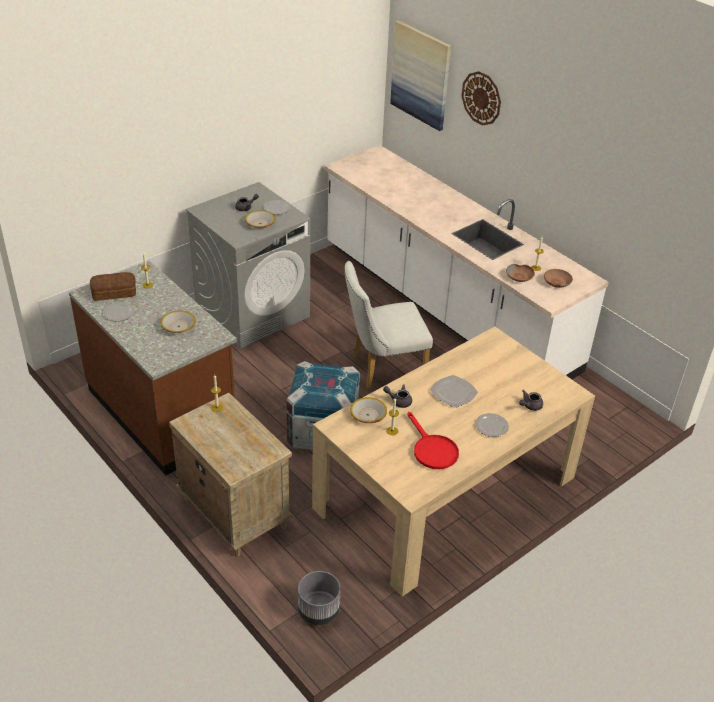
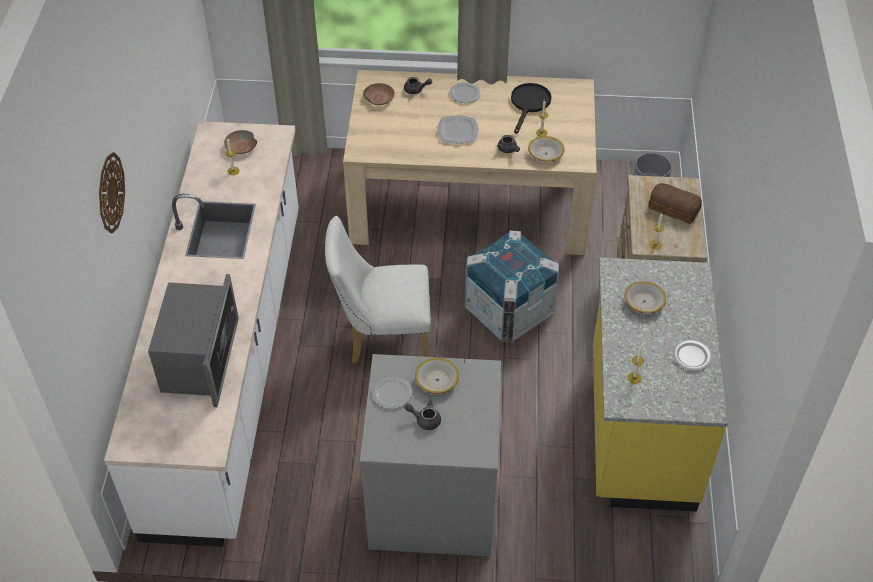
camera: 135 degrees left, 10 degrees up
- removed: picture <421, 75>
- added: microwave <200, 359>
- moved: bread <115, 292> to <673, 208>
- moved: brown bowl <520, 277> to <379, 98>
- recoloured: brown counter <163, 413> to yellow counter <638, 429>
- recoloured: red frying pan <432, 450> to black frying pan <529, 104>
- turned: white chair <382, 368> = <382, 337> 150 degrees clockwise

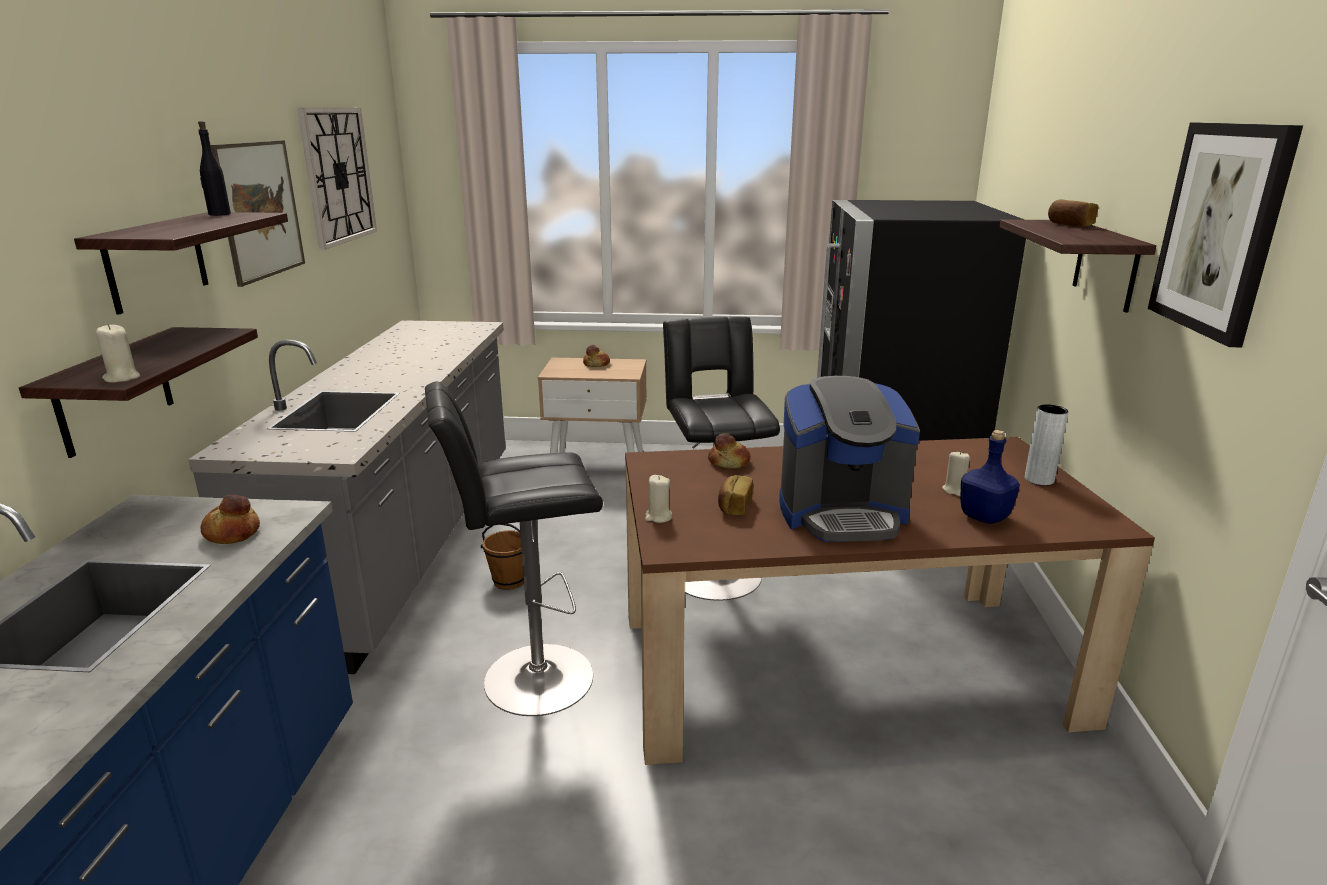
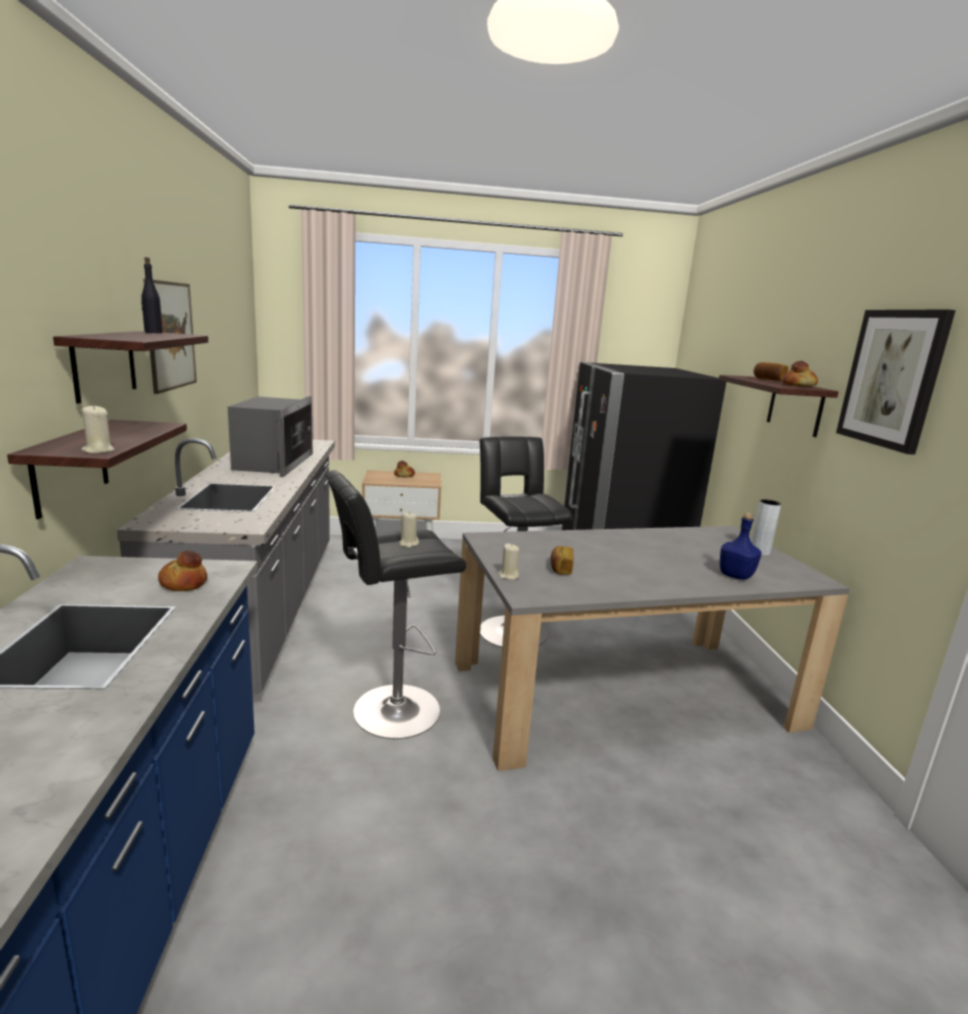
camera: 10 degrees left, 5 degrees down
- removed: wall clock <338, 175>
- removed: brown bucket <509, 582>
- removed: coffee machine <842, 514>
- added: microwave <273, 462>
- moved: bread <729, 463> to <798, 385>
- moved: beige candle <955, 490> to <408, 544>
- recoloured: brown dining table <842, 666> to grey dining table <623, 693>

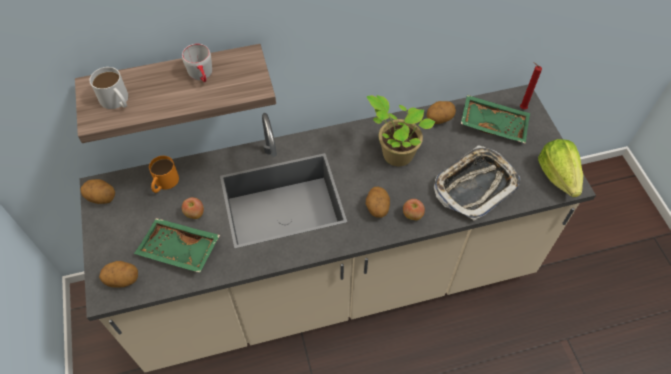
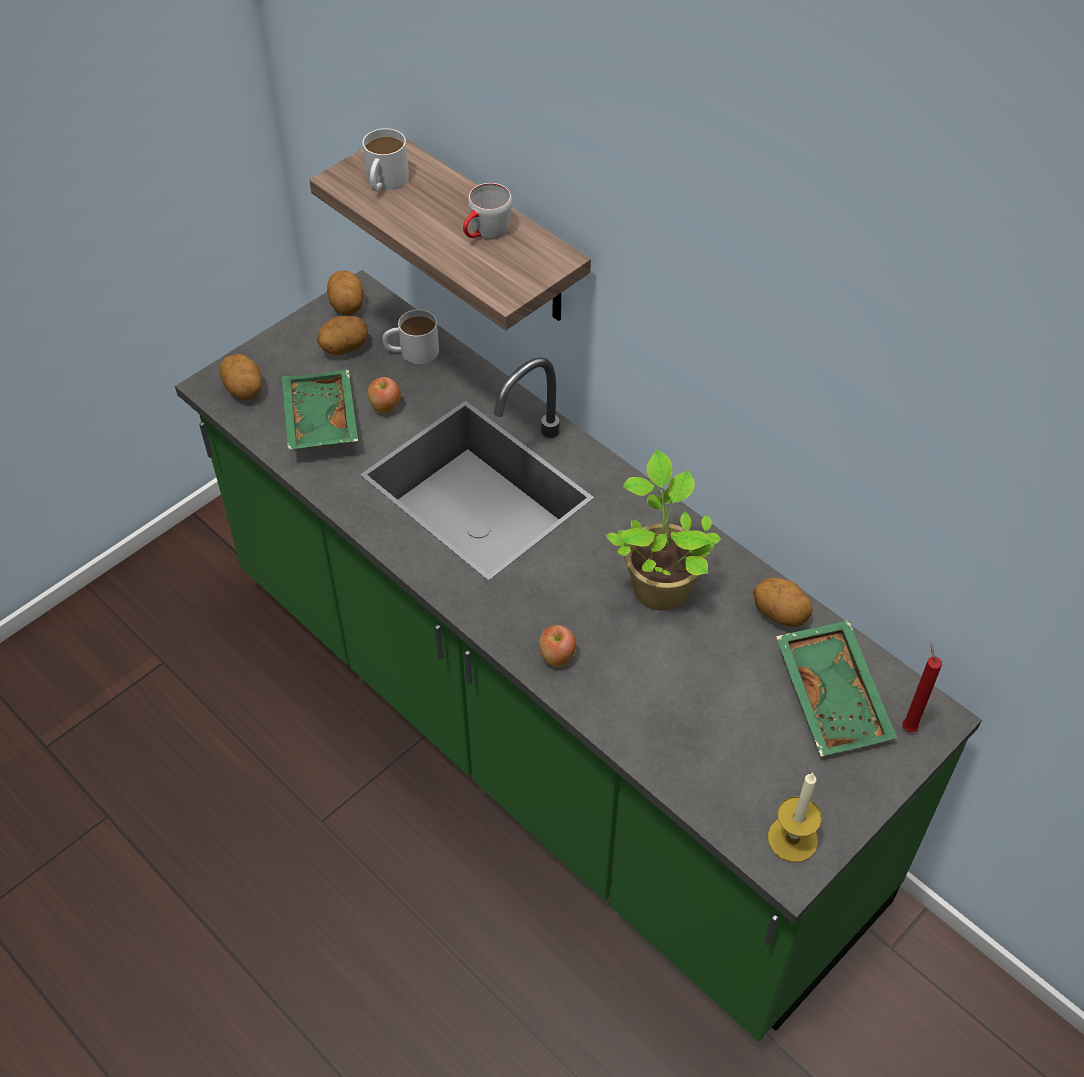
camera: 60 degrees right, 5 degrees down
- removed: tray <475, 185>
- moved: potato <377, 208> to <344, 348>
- replaced: lettuce <557, 176> to candle <792, 839>
- recoloured: beige counter <335, 280> to green counter <542, 737>
- recoloured: orange mug <164, 183> to white mug <411, 351>

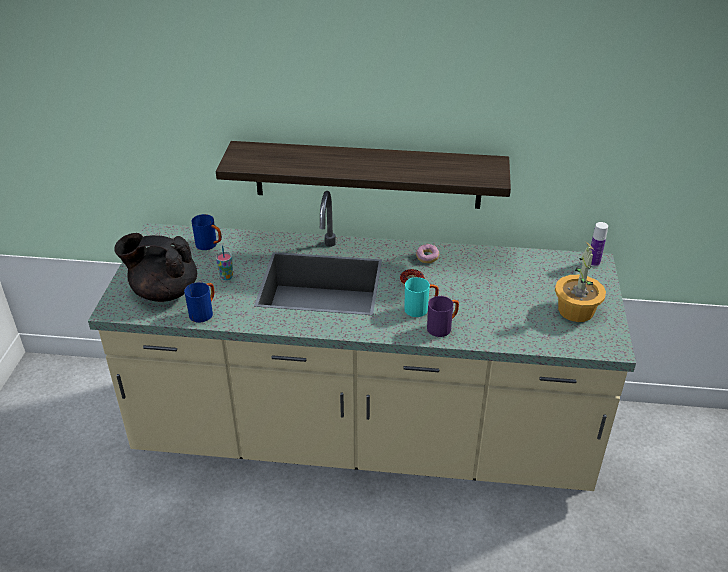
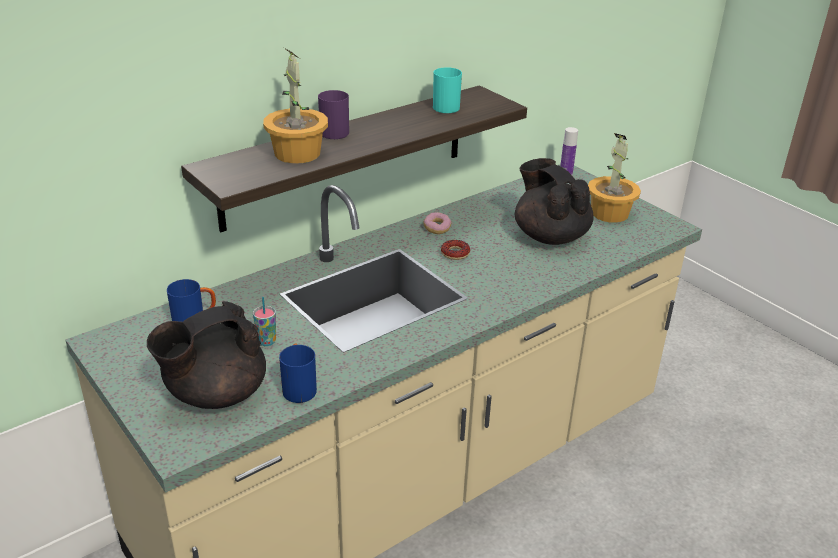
camera: 45 degrees left, 5 degrees down
- added: potted plant <296, 153>
- added: black teapot <550, 236>
- moved: turquoise mug <420, 309> to <449, 106>
- moved: purple mug <443, 327> to <336, 131>

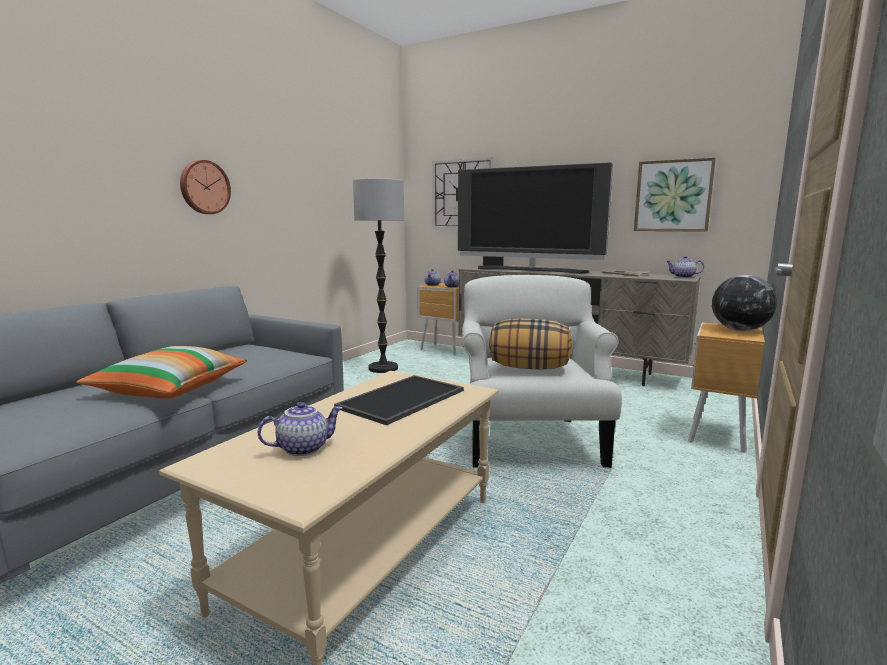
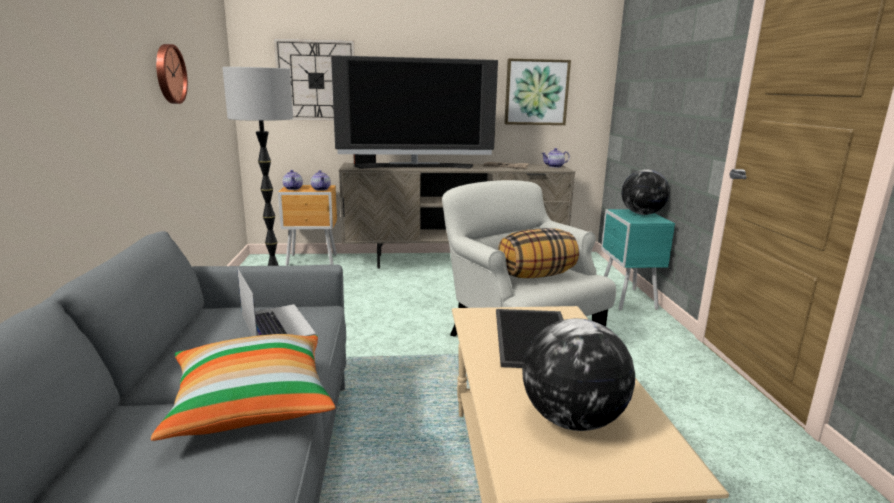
camera: 35 degrees left, 5 degrees up
- added: laptop <277, 324>
- moved: wall clock <204, 187> to <169, 74>
- replaced: teapot <303, 448> to globe <571, 420>
- recoloured: brown nightstand <716, 435> to turquoise nightstand <627, 300>

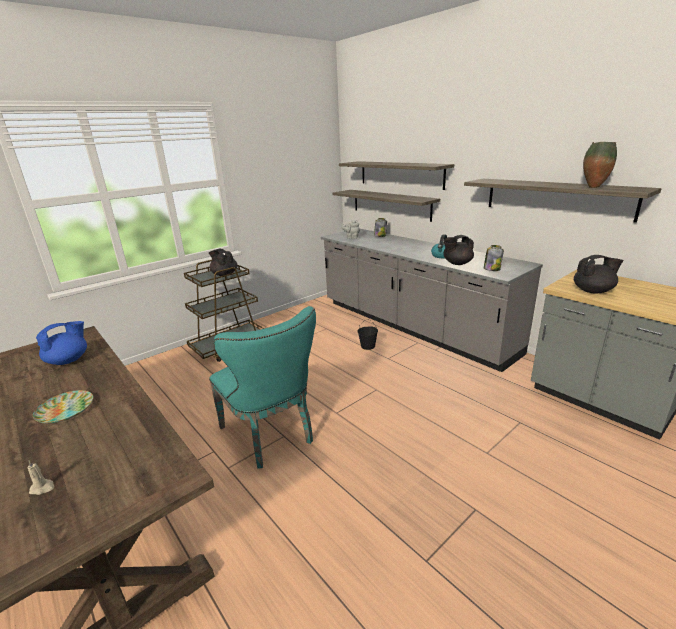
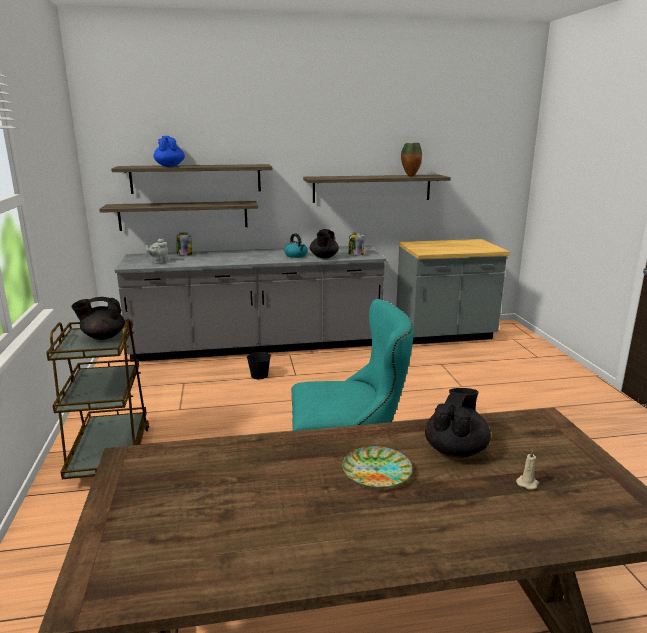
camera: 60 degrees left, 5 degrees down
- moved: blue teapot <69, 360> to <169, 166>
- moved: black teapot <593, 291> to <455, 449>

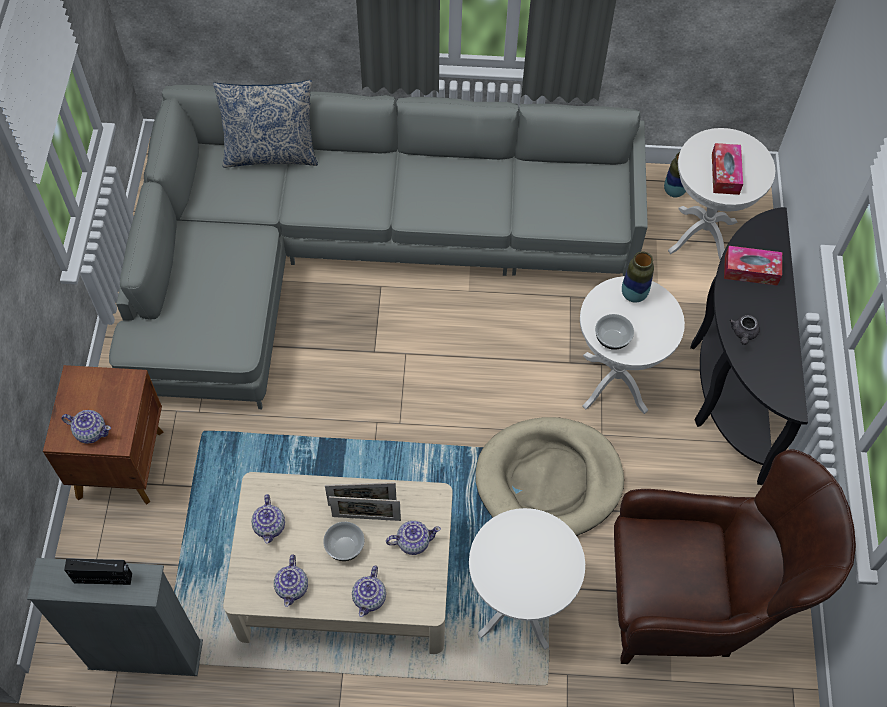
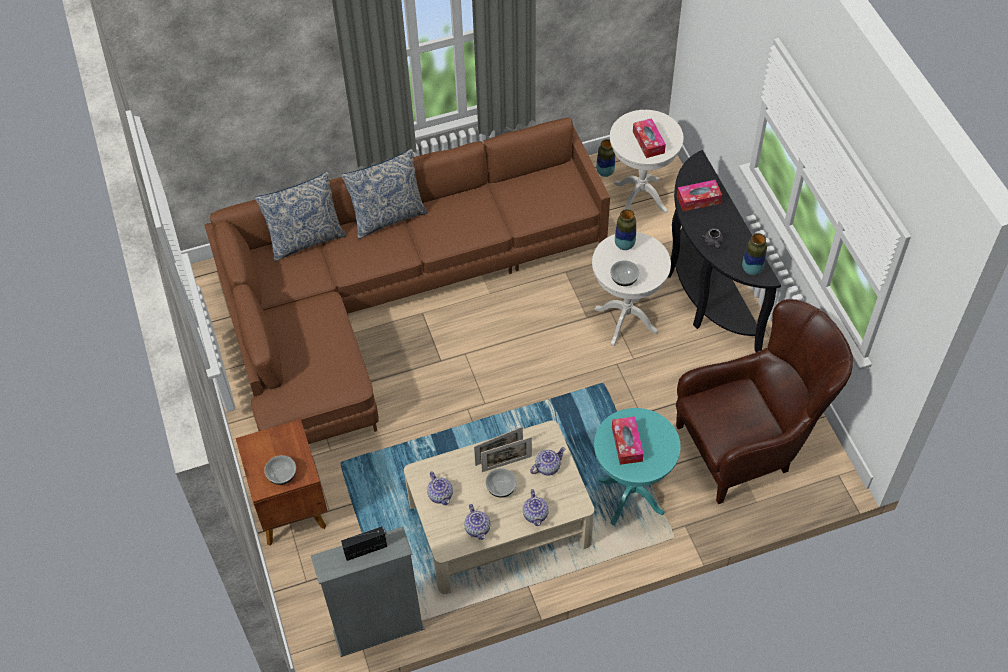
camera: 20 degrees left, 5 degrees down
- removed: beige dog bed <548, 481>
- added: pillow <388, 217>
- added: tissue box <627, 444>
- added: vase <752, 269>
- replaced: teapot <90, 431> to bowl <282, 475>
- recoloured: grey sofa <353, 251> to brown sofa <388, 295>
- recoloured: white side table <517, 609> to turquoise side table <630, 496>

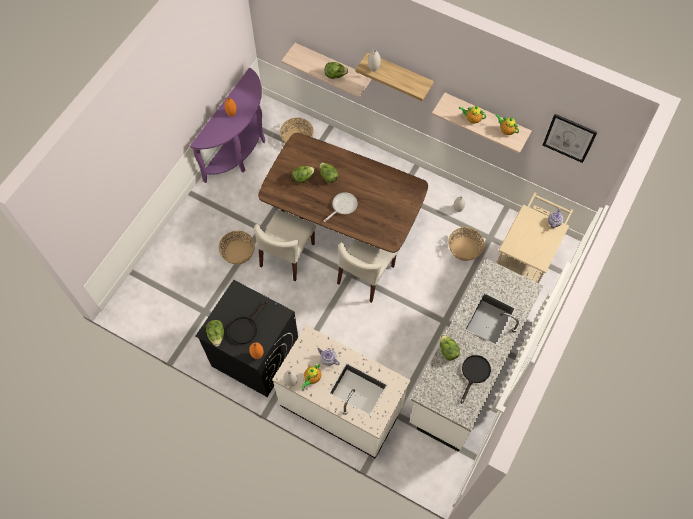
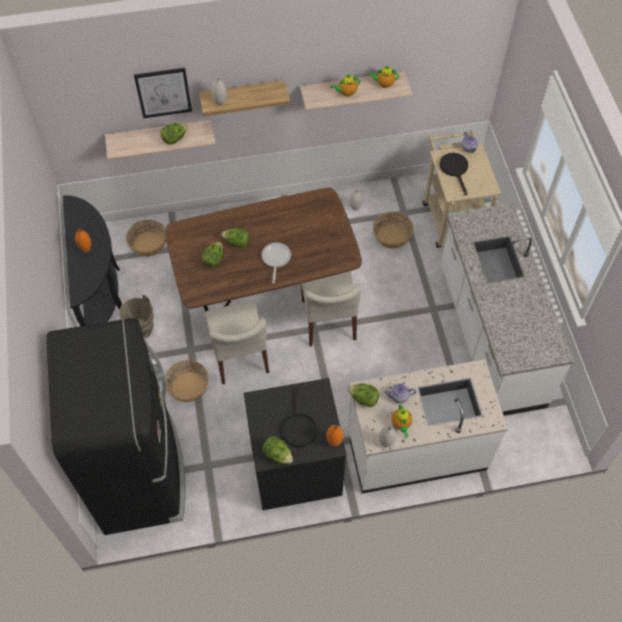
camera: 40 degrees left, 5 degrees down
- added: black fridge <140, 472>
- added: brown bucket <141, 329>
- moved: lettuce <448, 351> to <363, 399>
- moved: black frying pan <474, 374> to <455, 169>
- moved: picture <569, 138> to <163, 92>
- recoloured: purple console table <241, 150> to black console table <102, 292>

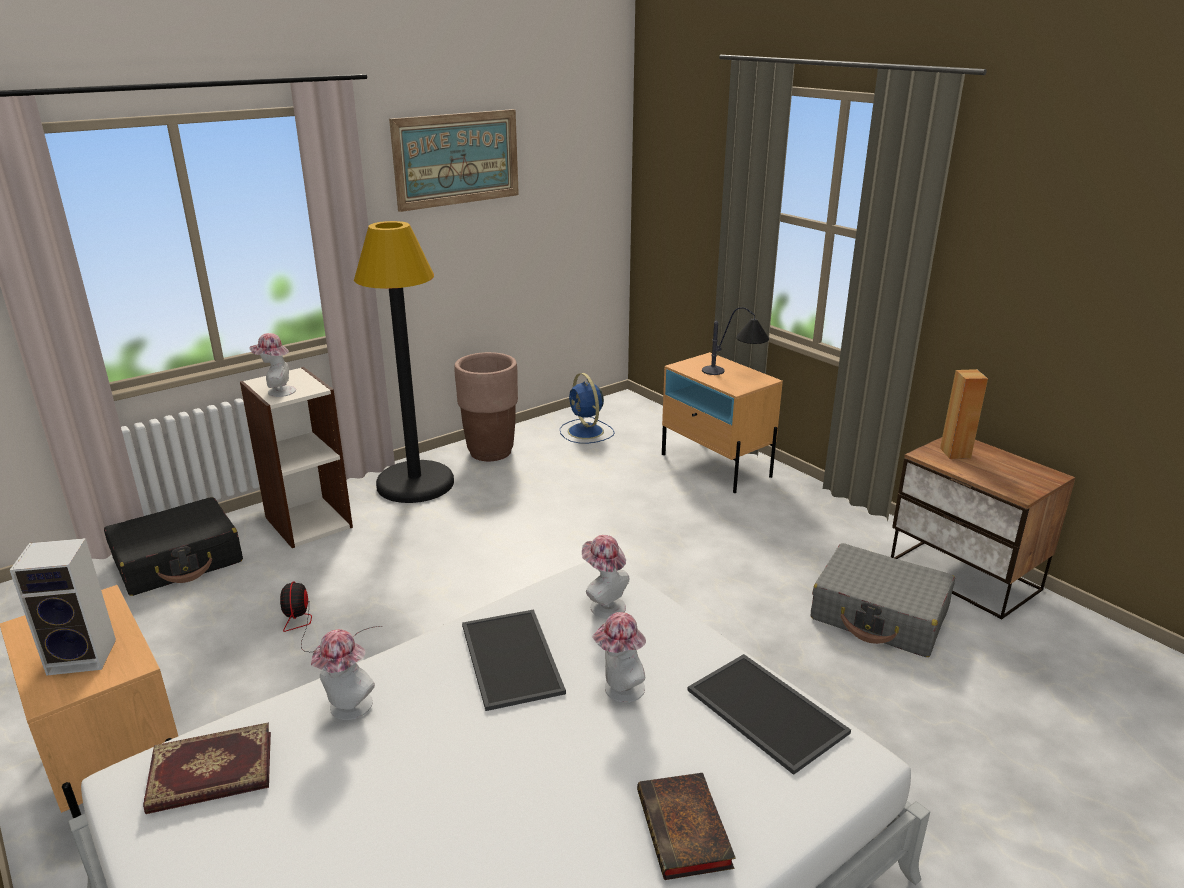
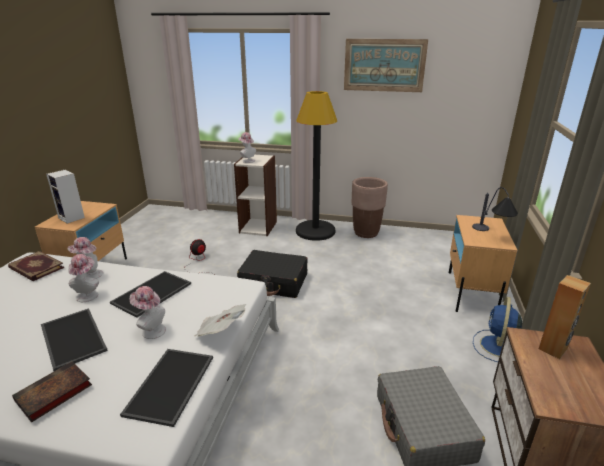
camera: 50 degrees right, 0 degrees up
- added: tray <71, 338>
- added: newspaper <221, 331>
- moved: black suitcase <179, 560> to <274, 282>
- moved: blue fan <586, 432> to <497, 347>
- moved: hat <604, 605> to <88, 294>

